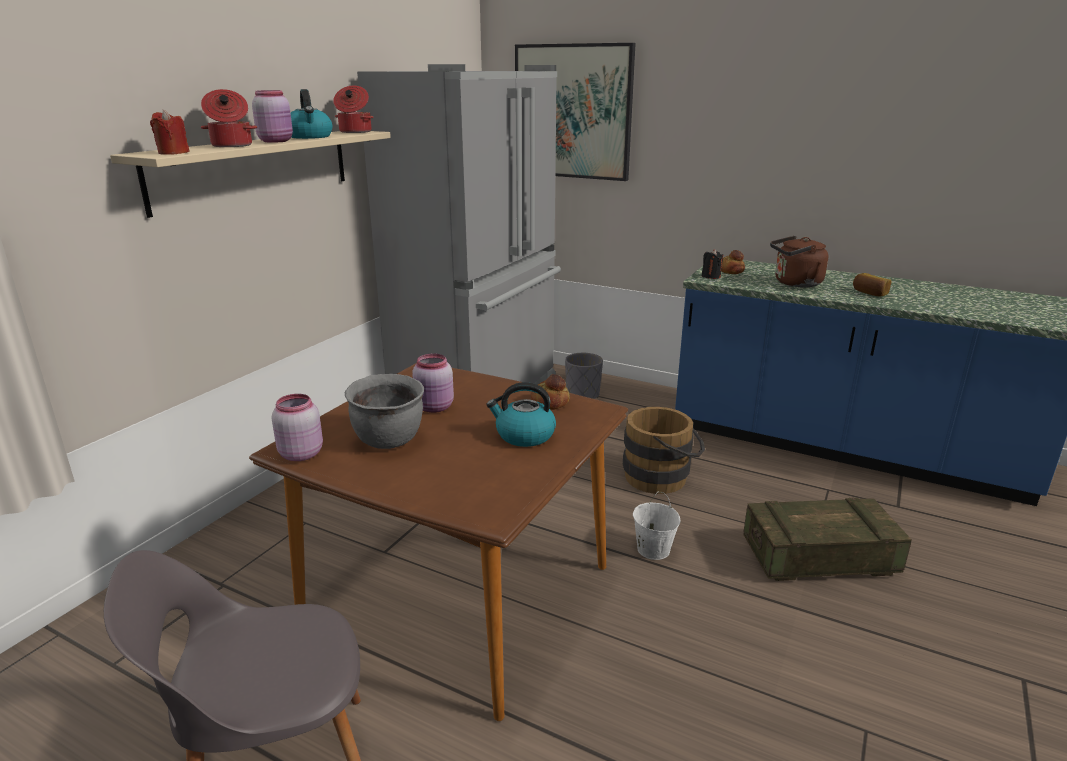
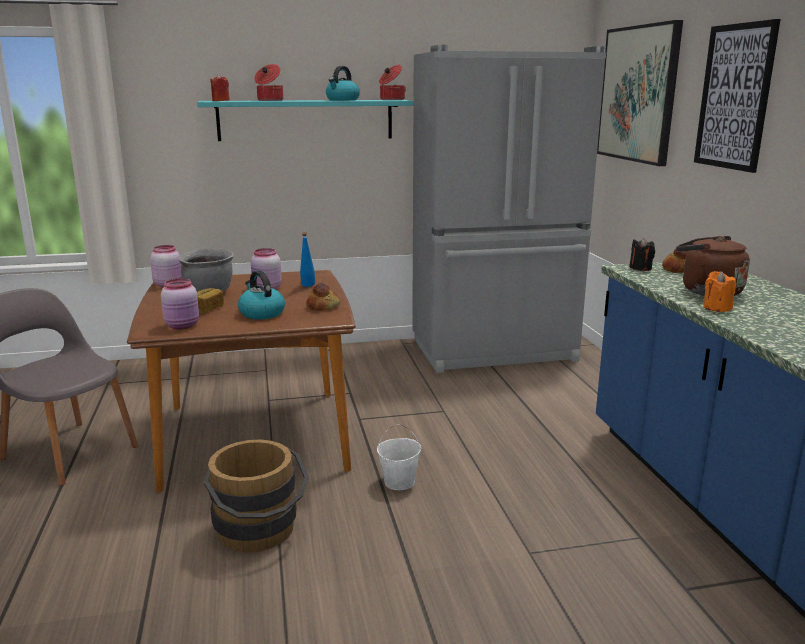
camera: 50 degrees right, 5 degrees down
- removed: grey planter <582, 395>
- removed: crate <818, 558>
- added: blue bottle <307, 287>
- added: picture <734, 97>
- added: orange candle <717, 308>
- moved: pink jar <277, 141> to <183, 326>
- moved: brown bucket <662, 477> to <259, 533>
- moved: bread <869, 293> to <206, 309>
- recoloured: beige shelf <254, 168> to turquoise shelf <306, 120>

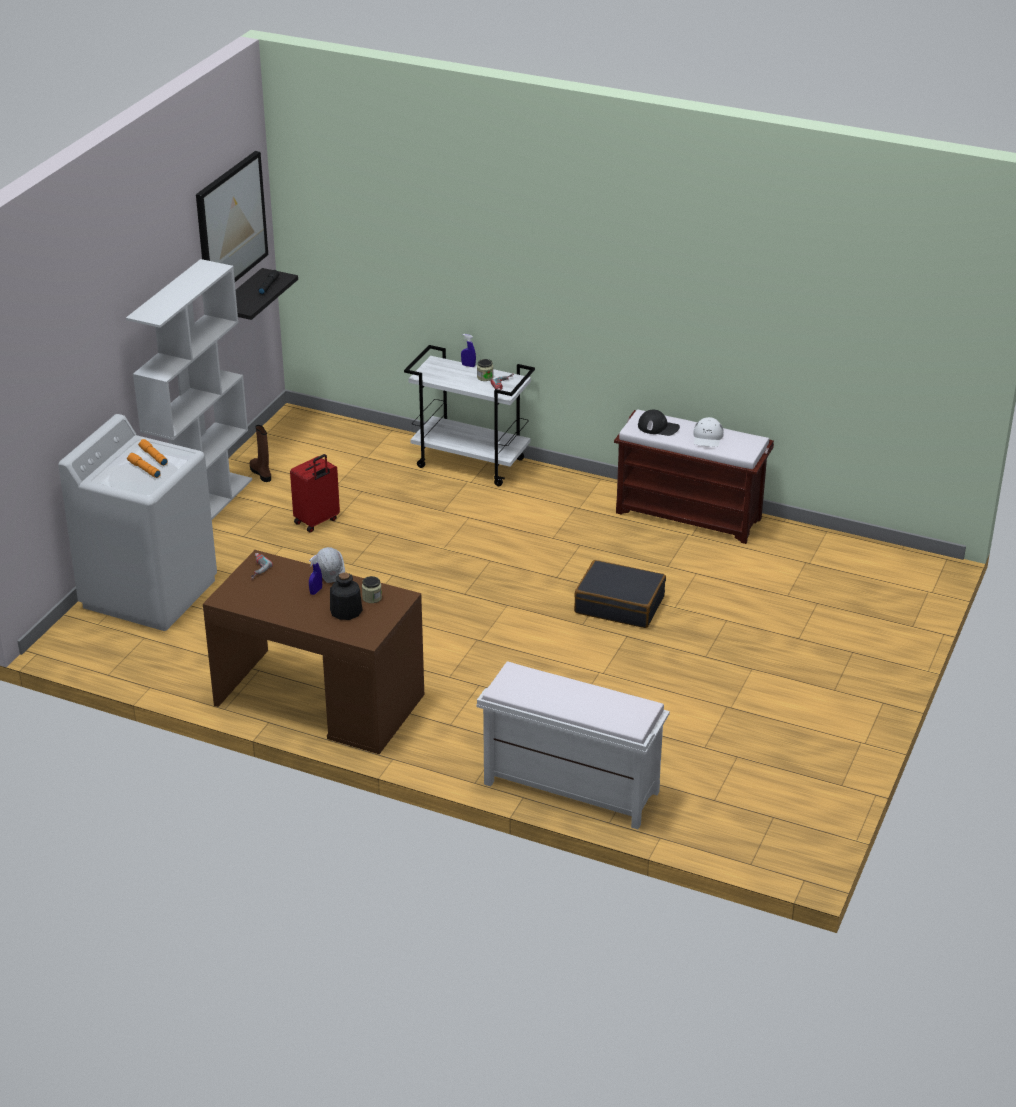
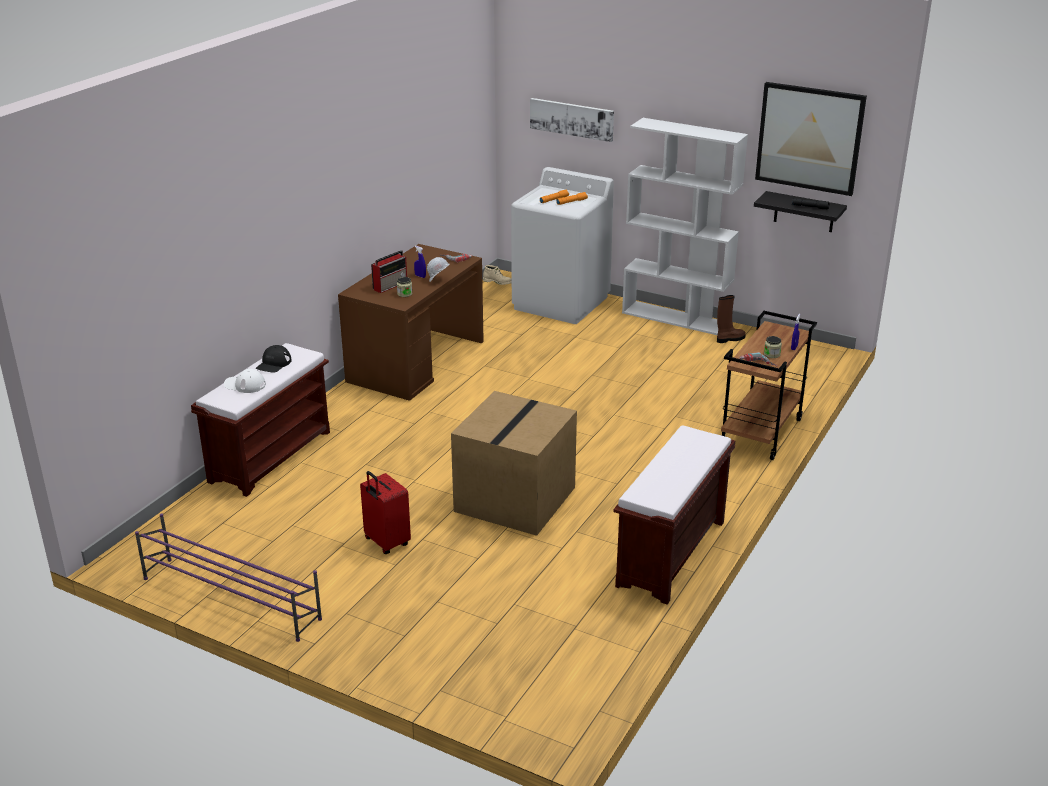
camera: 95 degrees right, 5 degrees down
- added: purple shoe rack <230, 598>
- added: beige boot <498, 282>
- added: picture <572, 119>
- moved: red suitcase <317, 521> to <386, 543>
- moved: black cap <658, 427> to <273, 364>
- moved: white cap <707, 437> to <245, 385>
- replaced: bottle <345, 611> to radio <391, 285>
- replaced: black suitcase <619, 604> to cardboard box <514, 498>
- recoloured: white cart <472, 463> to brown cart <761, 433>
- recoloured: white bench <569, 788> to brown bench <271, 456>

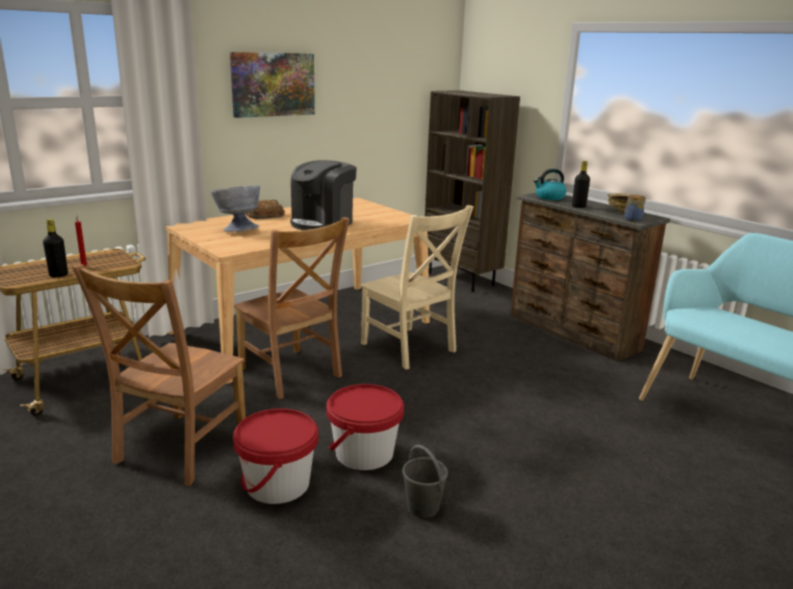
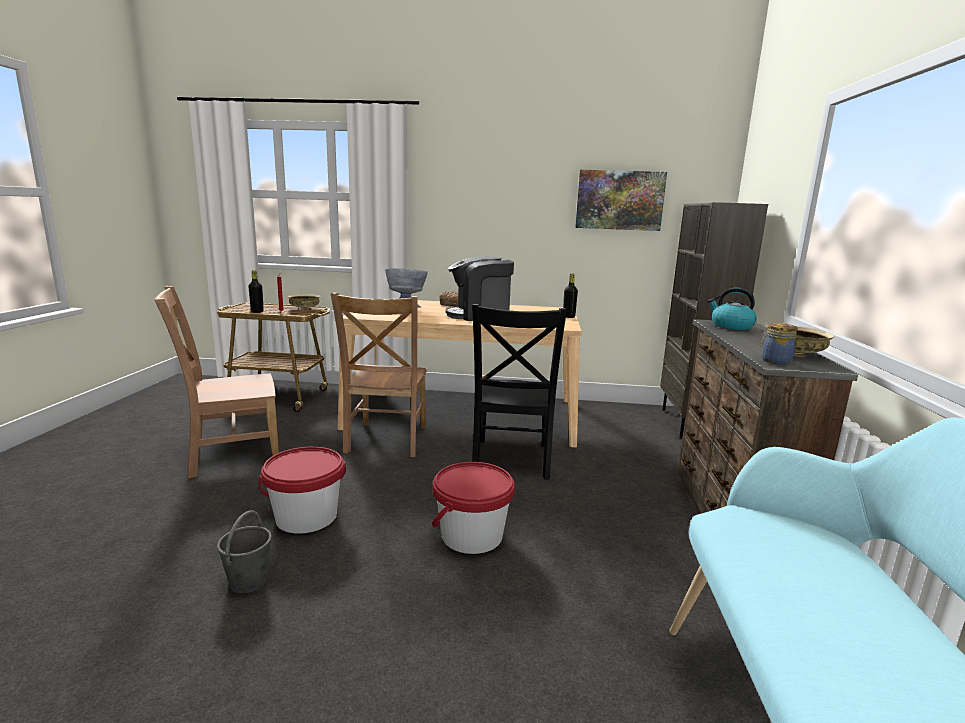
camera: 45 degrees right, 5 degrees down
- added: beige bowl <304, 309>
- moved: picture <273, 84> to <619, 200>
- moved: red bucket <277, 484> to <471, 535>
- moved: black bottle <578, 206> to <568, 317>
- recoloured: beige chair <410, 349> to black chair <510, 460>

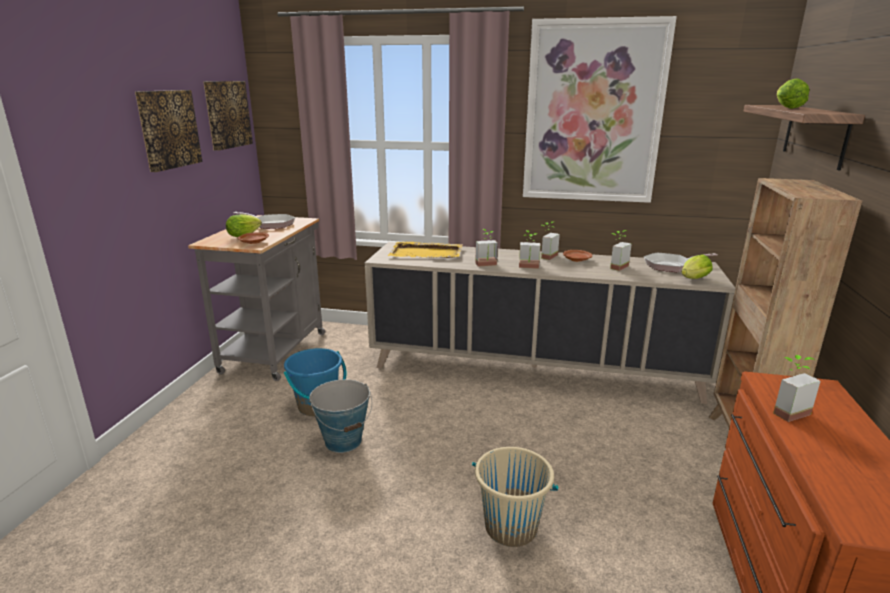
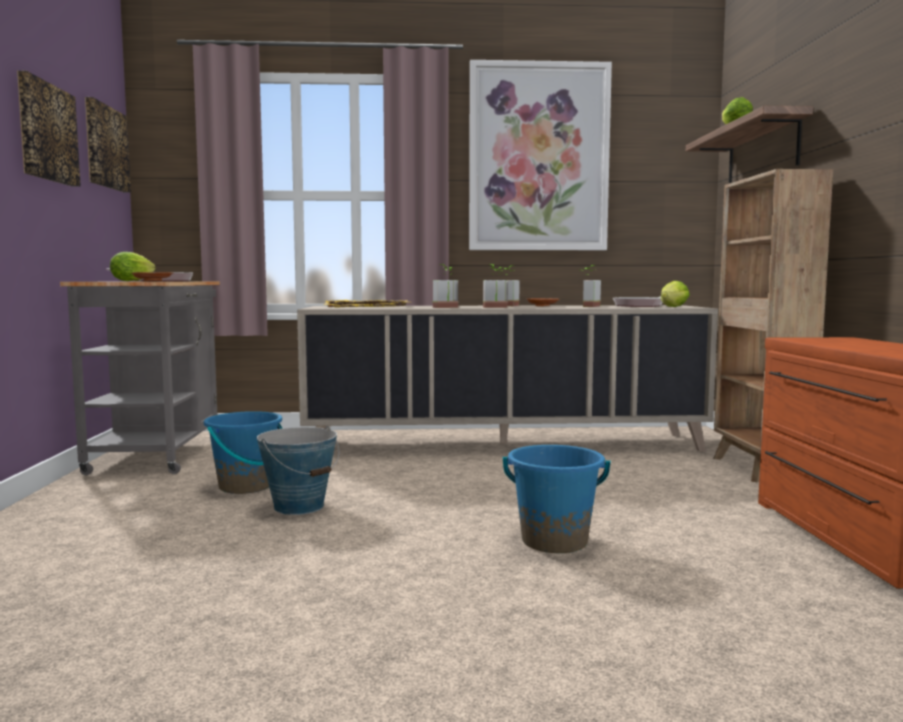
camera: 15 degrees left, 15 degrees down
- removed: potted plant <785, 410>
- recoloured: beige bucket <511, 527> to blue bucket <554, 541>

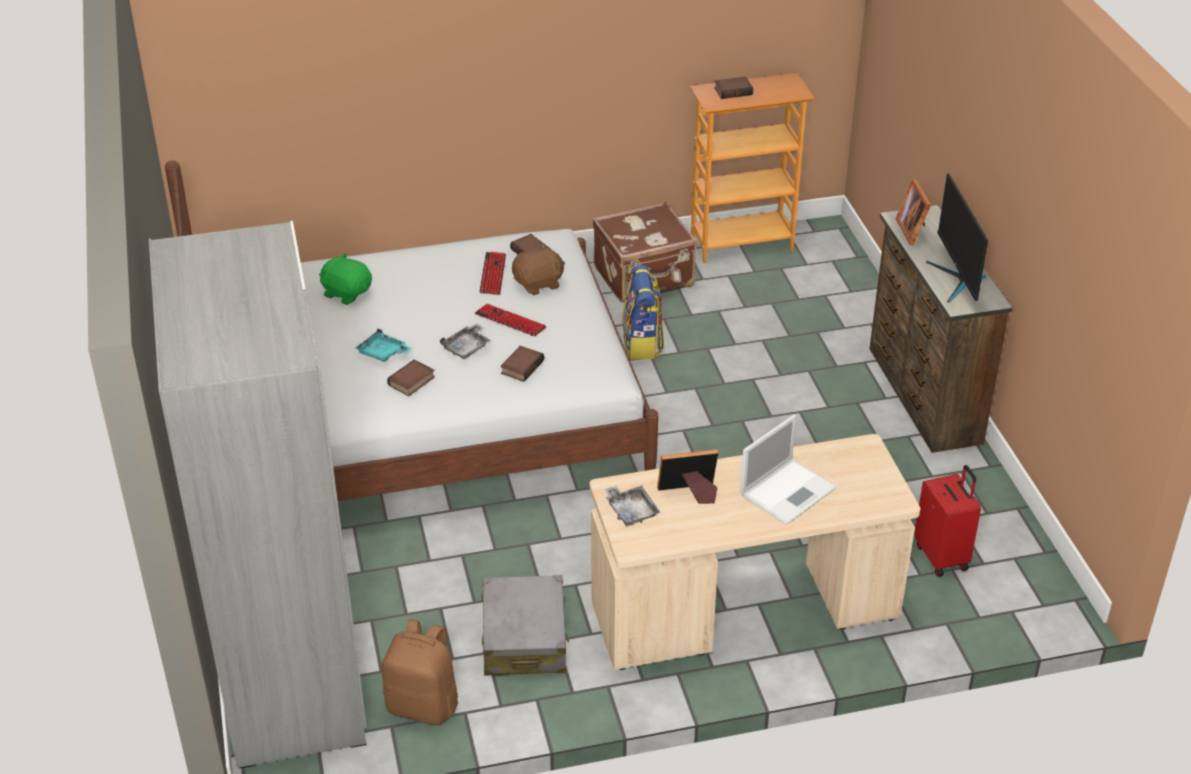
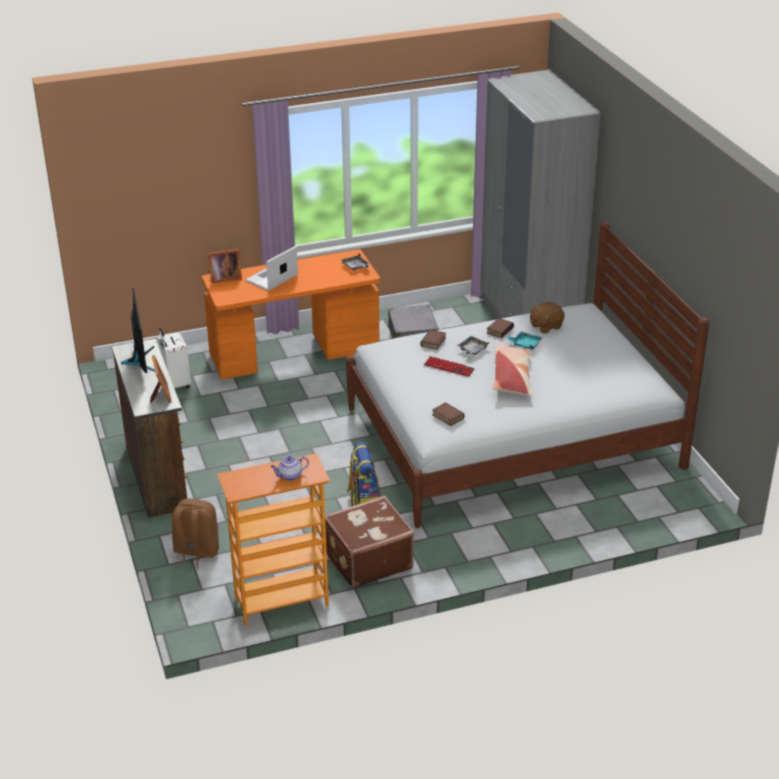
camera: 175 degrees right, 5 degrees down
- removed: green plush toy <347, 293>
- removed: keyboard <493, 274>
- added: pillow <511, 377>
- moved: brown backpack <423, 705> to <196, 552>
- moved: brown plush toy <538, 284> to <545, 326>
- moved: picture frame <690, 493> to <224, 278>
- replaced: book <733, 91> to teapot <290, 476>
- recoloured: beige desk <744, 613> to orange desk <294, 353>
- recoloured: red suitcase <942, 556> to white suitcase <175, 384>

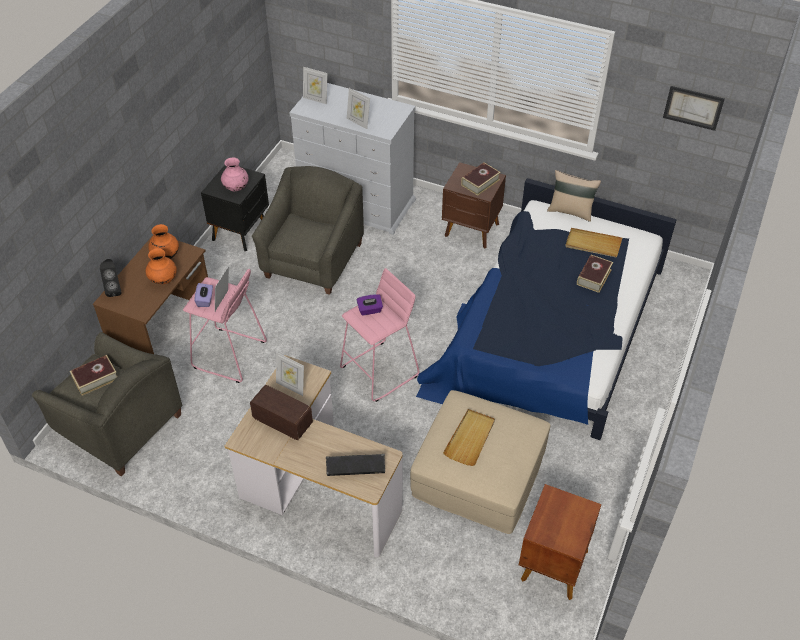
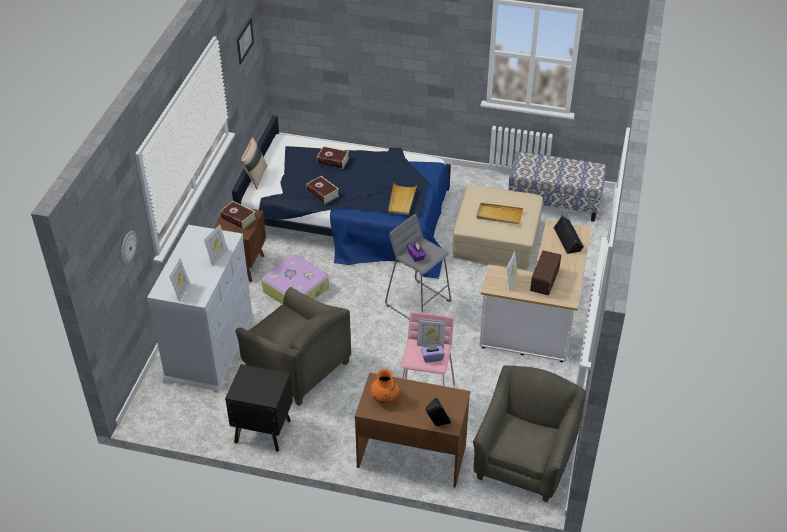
camera: 100 degrees left, 5 degrees down
- removed: orange vase <163, 280>
- removed: pink vase <236, 188>
- added: wall clock <127, 247>
- added: suitcase <296, 289>
- moved: book <95, 378> to <322, 193>
- moved: beige tray <593, 244> to <401, 200>
- replaced: brown nightstand <553, 565> to bench <554, 203>
- recoloured: pink stool <380, 371> to grey stool <418, 302>
- turned: grey armchair <313, 260> = <296, 366> 150 degrees counterclockwise

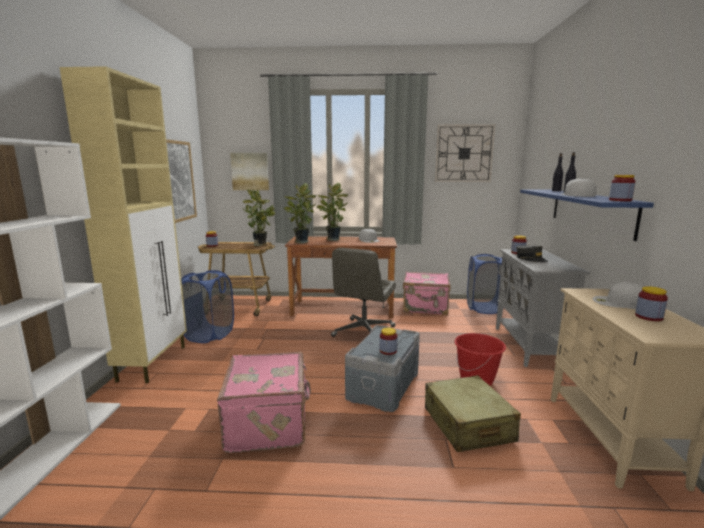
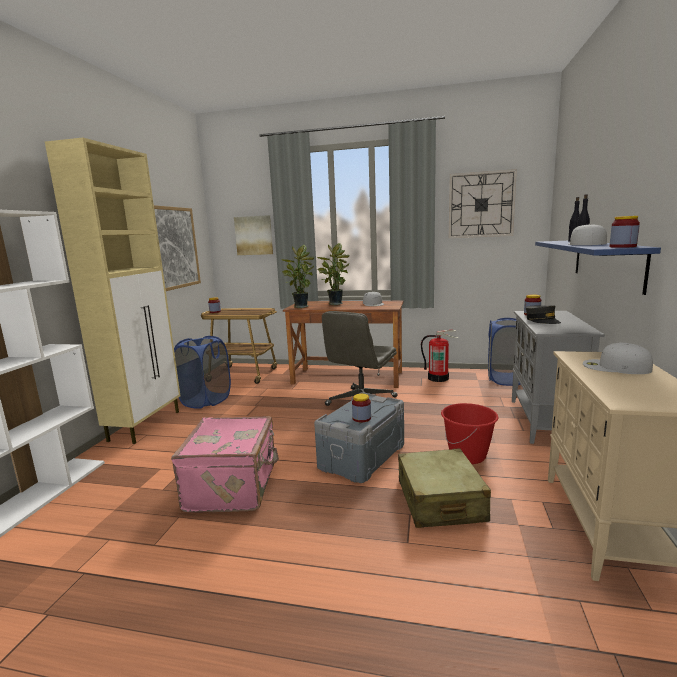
camera: 10 degrees right, 0 degrees up
- removed: potted plant <261, 245>
- removed: jar <648, 317>
- replaced: pink suitcase <425, 308> to fire extinguisher <438, 378>

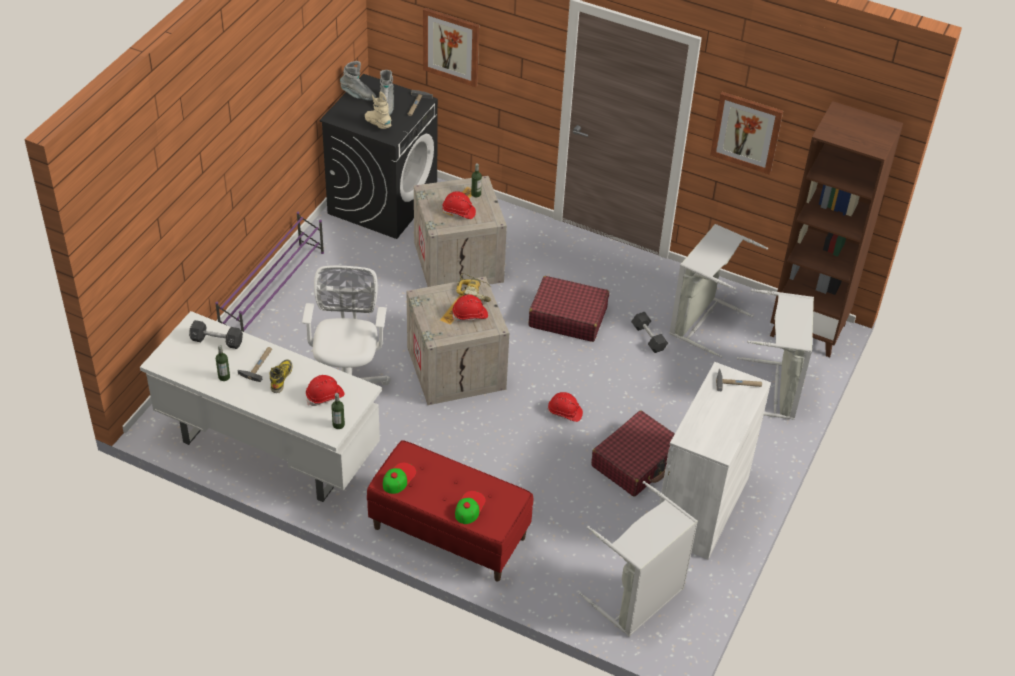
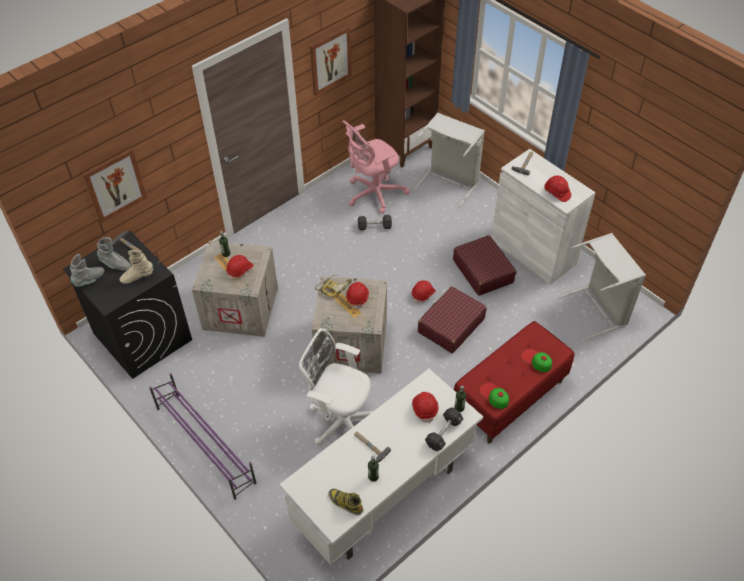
camera: 65 degrees left, 5 degrees up
- added: red hard hat <557, 193>
- moved: black dumbbell <216, 341> to <443, 433>
- moved: boot <281, 378> to <345, 503>
- moved: red suitcase <567, 317> to <451, 325>
- replaced: grey laundry basket <703, 321> to pink office chair <373, 194>

